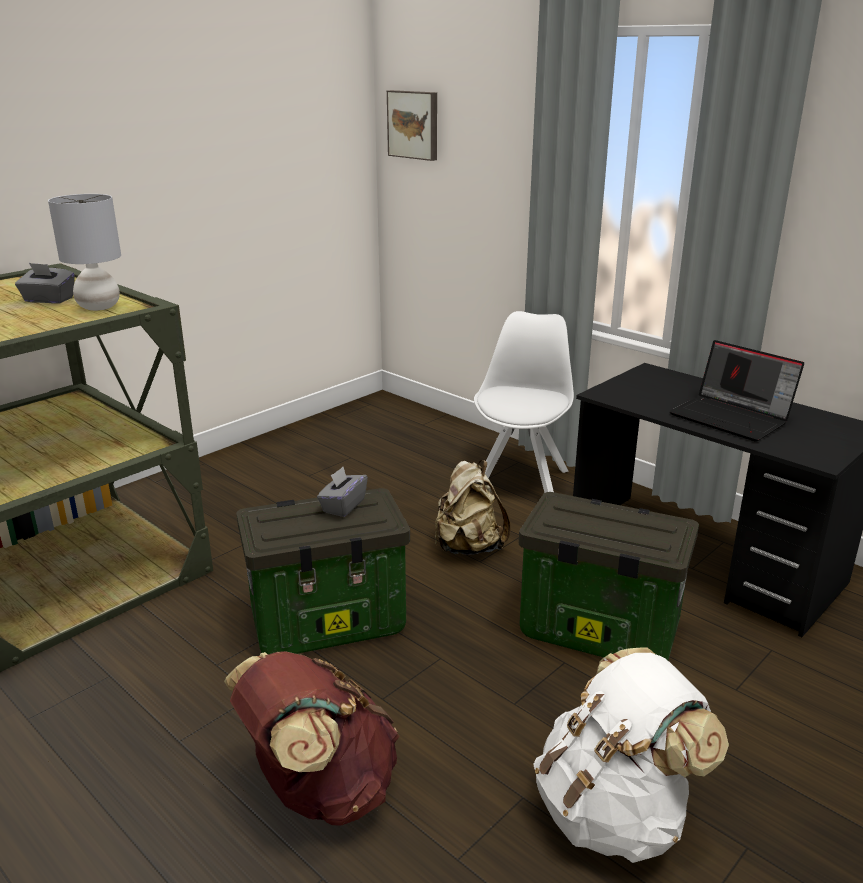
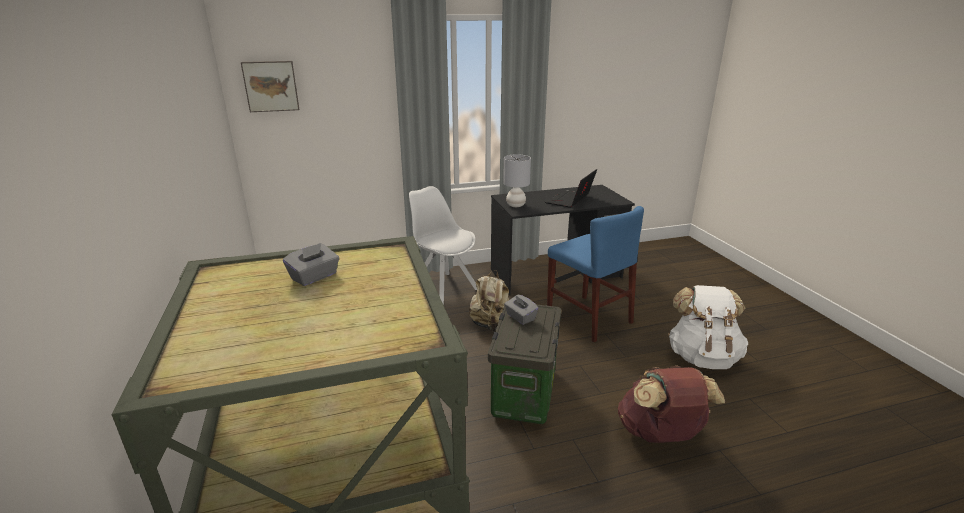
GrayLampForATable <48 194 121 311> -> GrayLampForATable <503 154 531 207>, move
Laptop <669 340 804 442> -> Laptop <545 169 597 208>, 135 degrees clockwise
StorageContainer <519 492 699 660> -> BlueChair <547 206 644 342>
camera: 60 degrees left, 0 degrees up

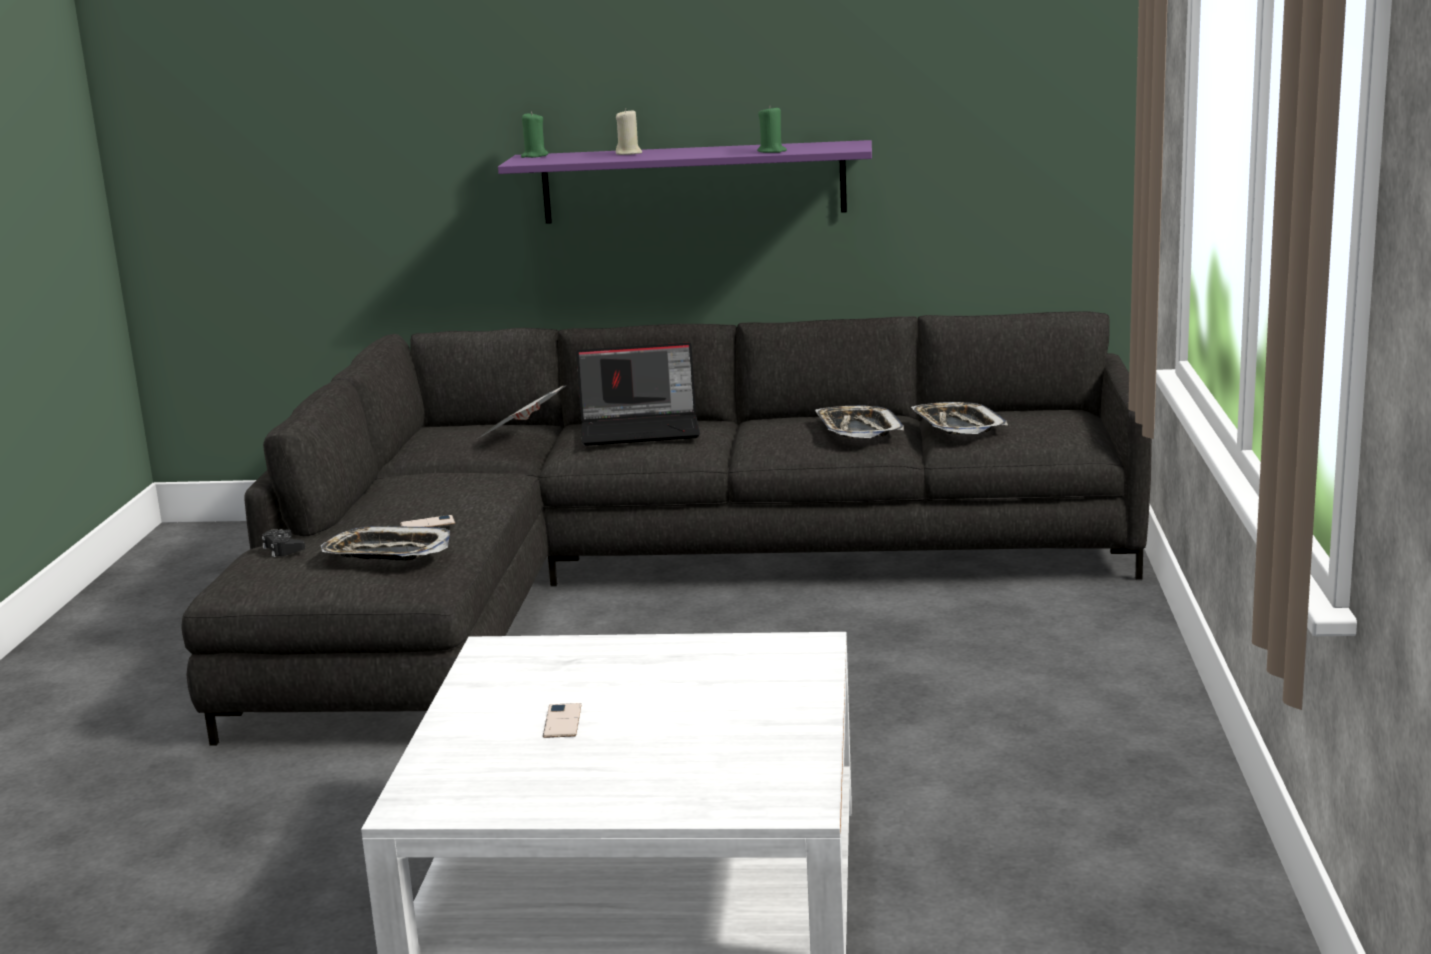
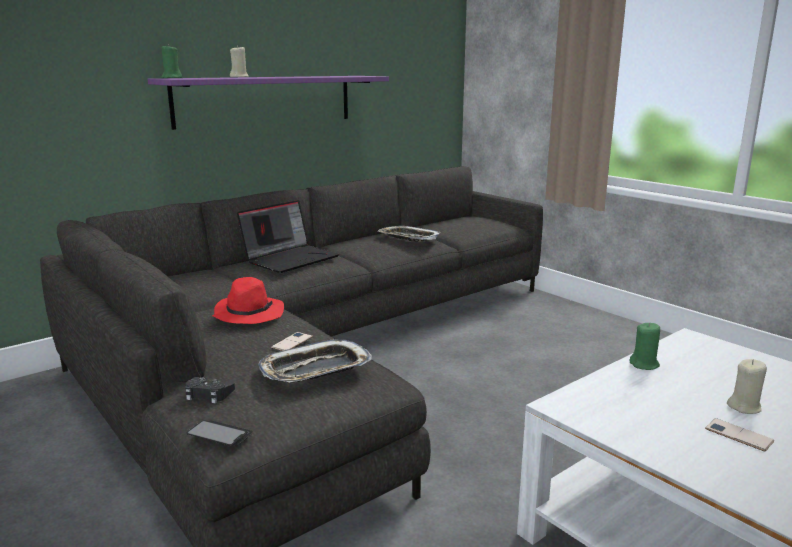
GreenColouredCandle <757 105 787 153> -> GreenColouredCandle <629 322 660 370>, move
PrintedPaper <476 385 565 439> -> none
CarryingTray <911 402 1008 435> -> none
none -> RedWearableHat <212 277 284 324>
none -> SandColouredCandle <727 359 767 414>
none -> Handset <187 420 253 446>
camera: 45 degrees left, 0 degrees up

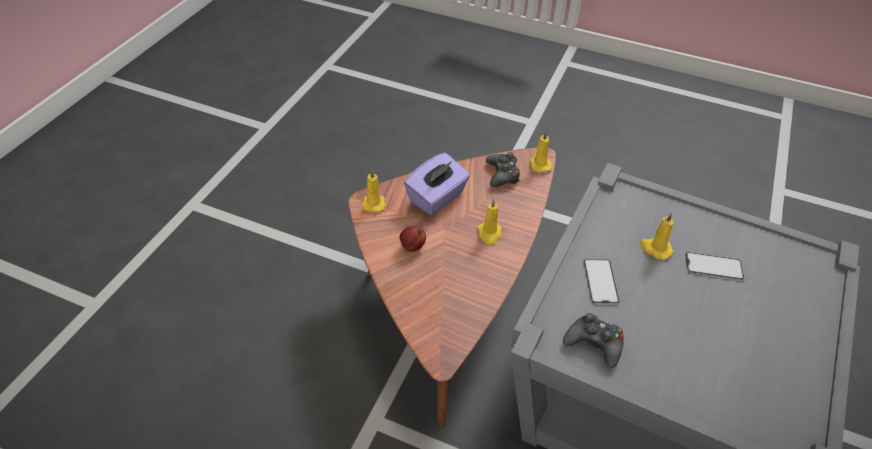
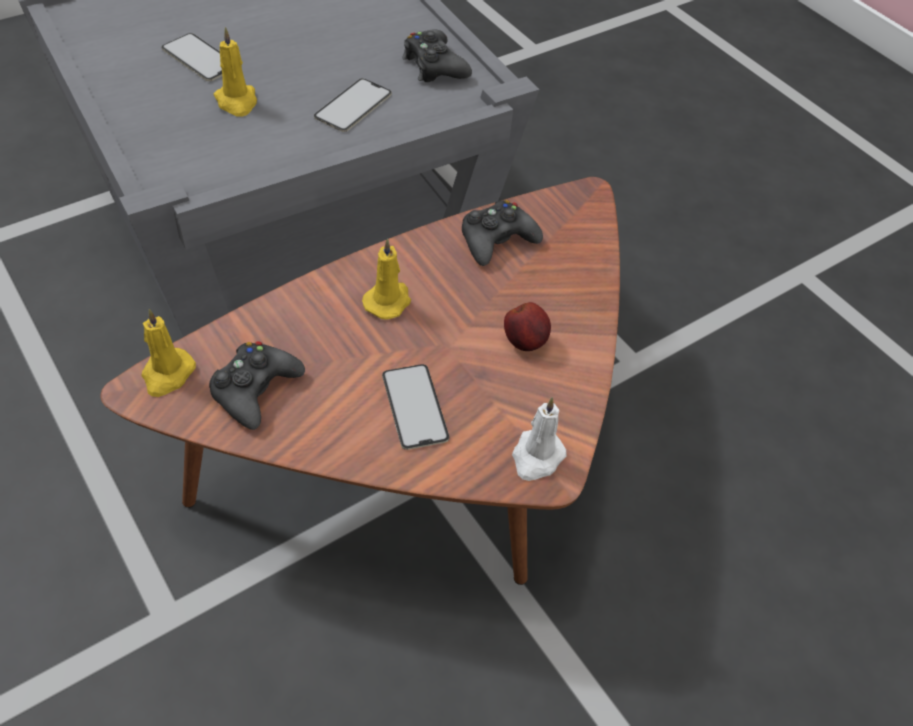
PurpleTissueBox <404 153 470 215> -> Handset <382 364 449 450>
YellowColouredCandle <362 170 386 212> -> WhiteColouredCandle <512 397 566 481>
none -> BlackGameController <462 200 543 266>
camera: 150 degrees left, 5 degrees up

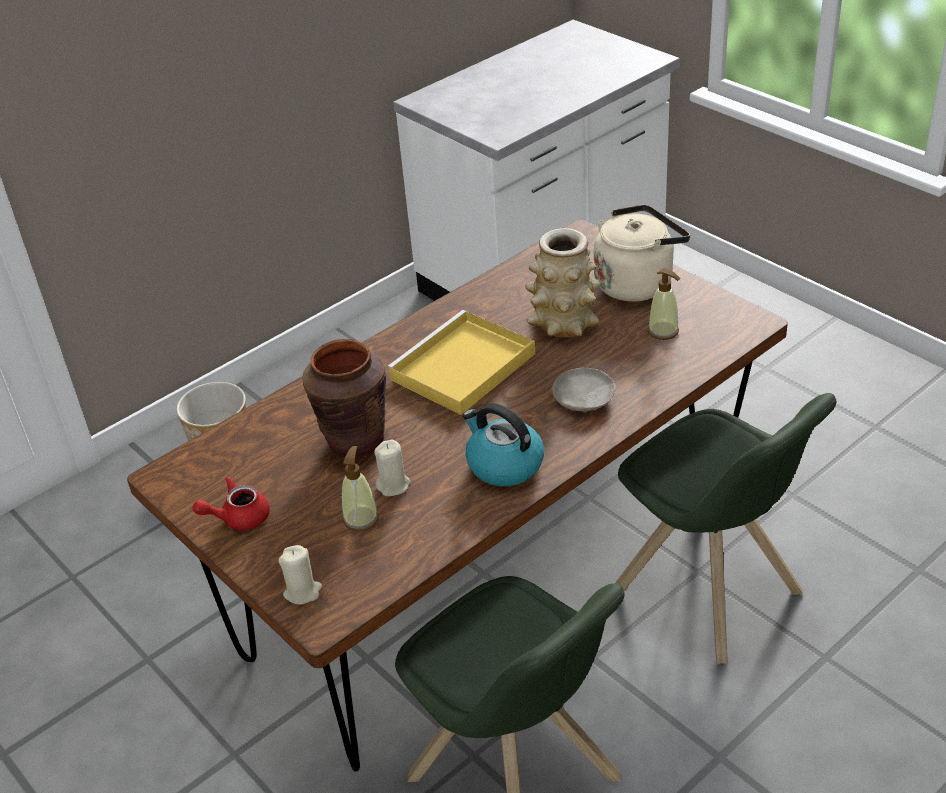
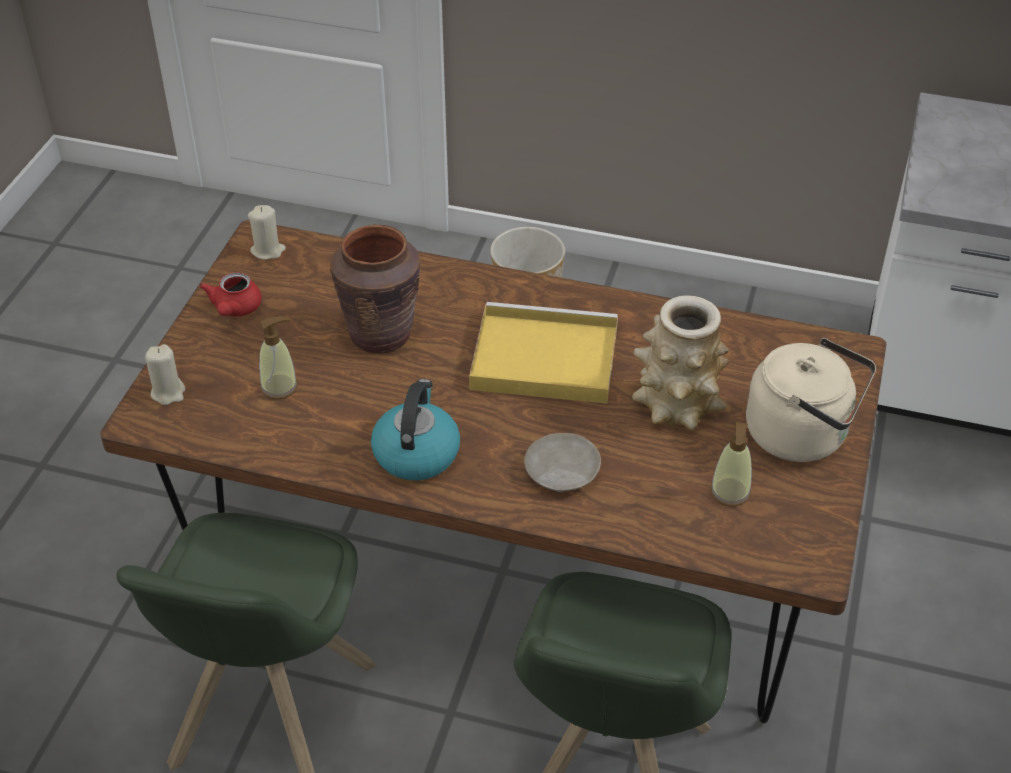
SandColouredCandle <374 440 410 496> -> SandColouredCandle <248 205 286 260>, move
RedPotForTea <192 477 270 530> -> RedPotForTea <200 272 262 316>, 120 degrees counterclockwise
camera: 55 degrees right, 5 degrees up

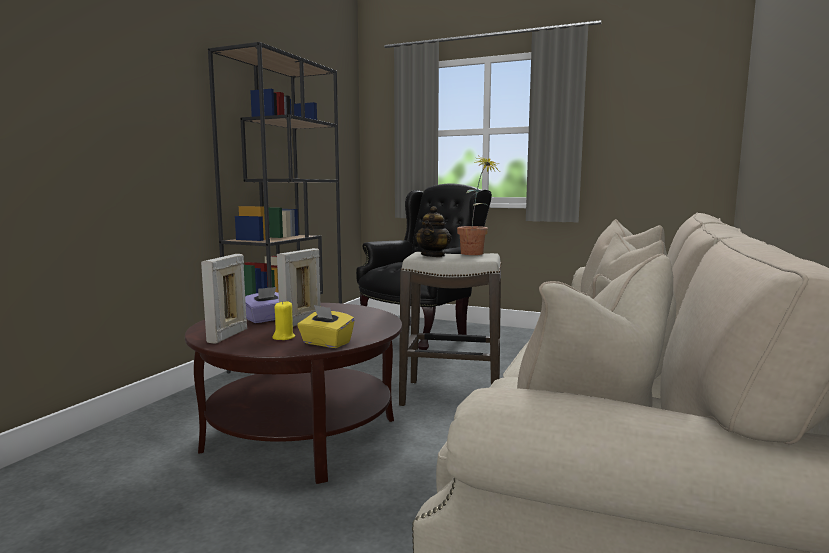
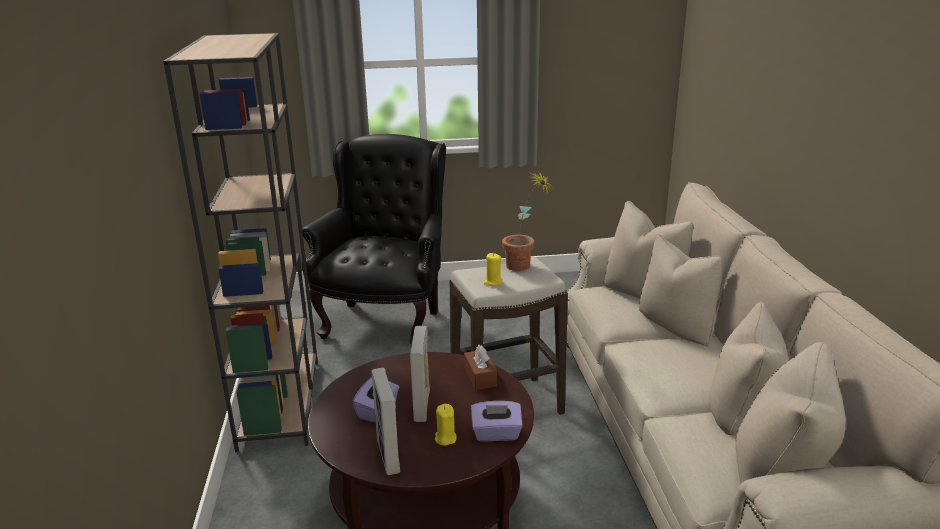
PotForTea <415 206 452 257> -> YellowColouredCandle <484 253 503 286>
YellowColouredTissueBox <297 305 355 348> -> PurpleTissueBox <471 401 523 442>
none -> BrownColouredTissueBox <464 344 497 390>
camera: 30 degrees left, 15 degrees up

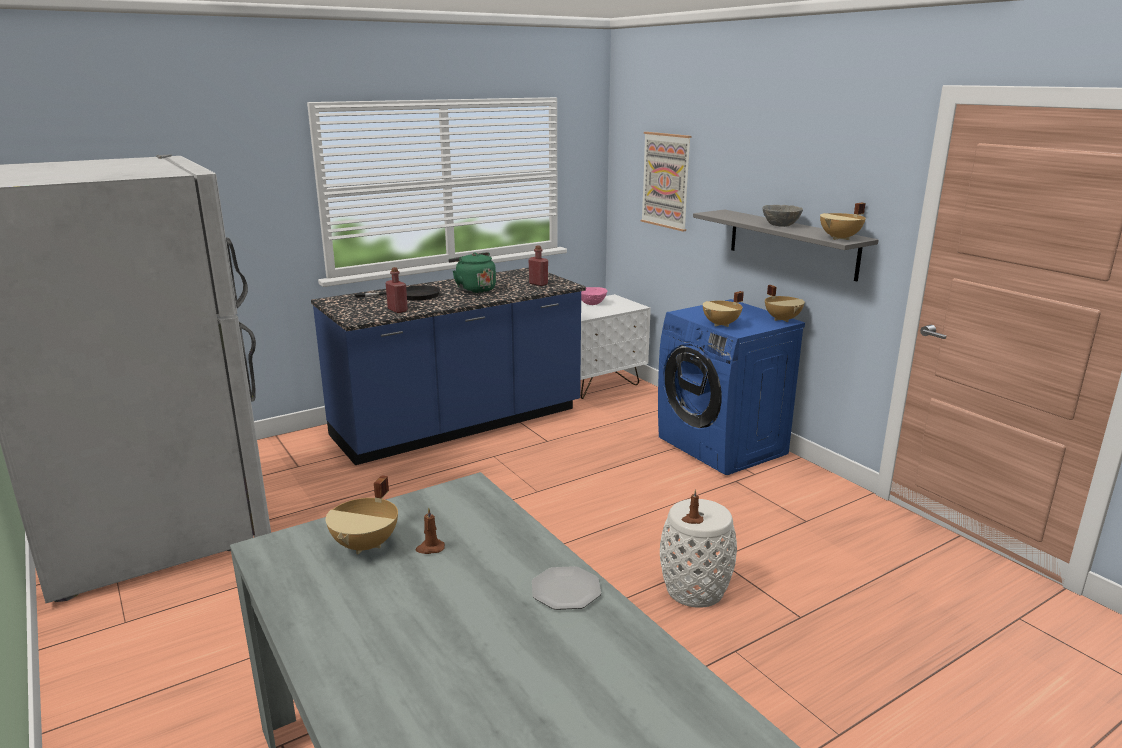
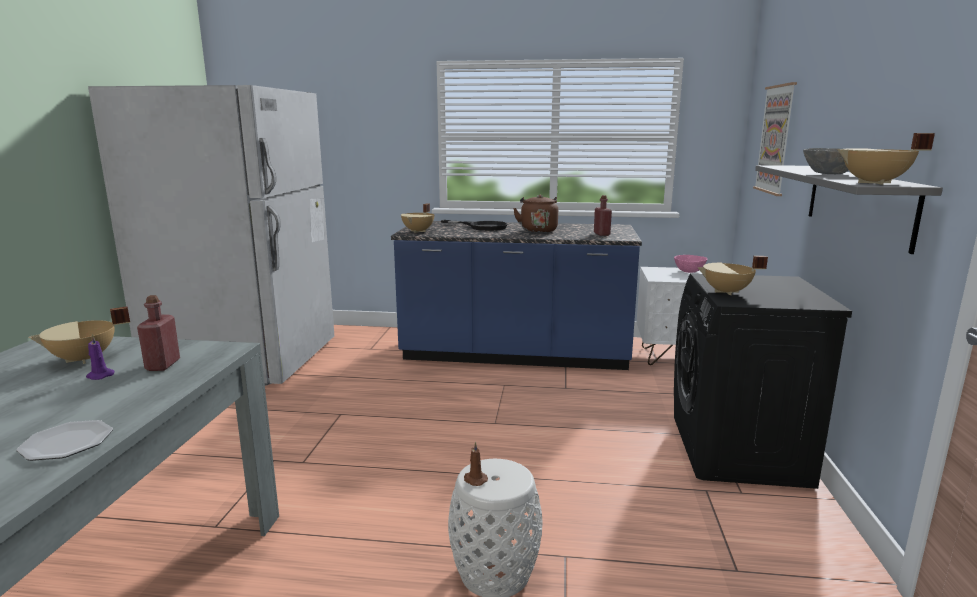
GreenColouredTeaKettle <448 252 496 293> -> BrownColouredTeaKettle <513 195 558 233>
RedBottle <386 267 408 313> -> RedBottle <137 295 180 371>, move
SandColouredSaucepot <765 285 805 322> -> SandColouredSaucepot <401 203 435 233>, move
BlueLaundryAppliance <658 299 805 475> -> BlackLaundryAppliance <674 273 852 489>
BrownColouredCandle <416 507 445 554> -> PurpleCandle <86 334 115 380>
camera: 40 degrees right, 5 degrees down

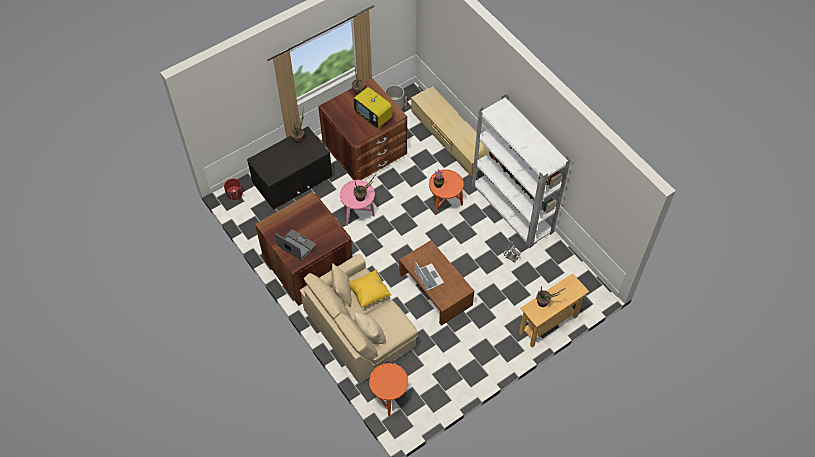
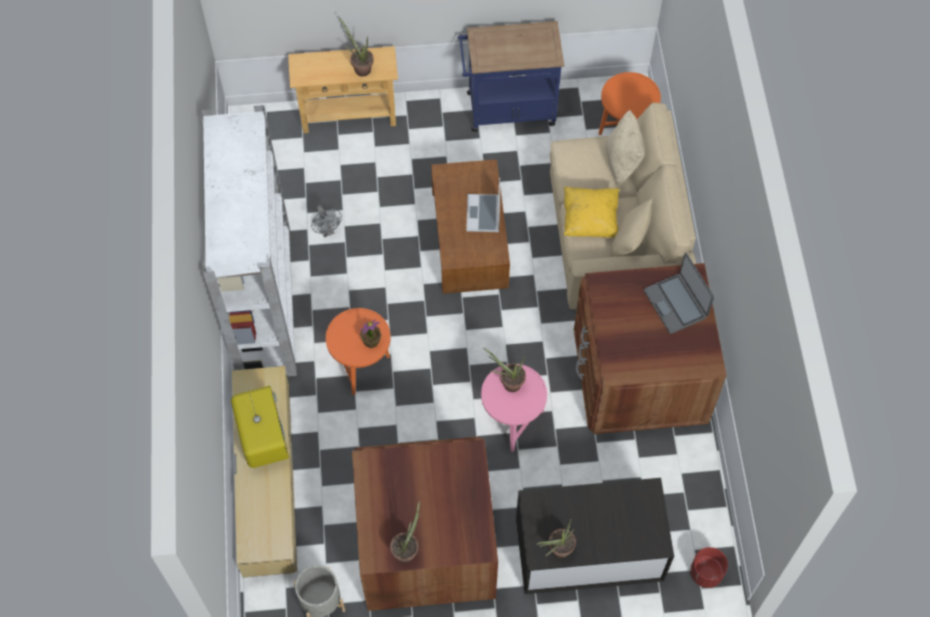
Television <353 87 392 128> -> Television <231 386 289 468>, move
none -> BlueWheeledCart <458 21 564 132>
camera: 150 degrees left, 5 degrees up

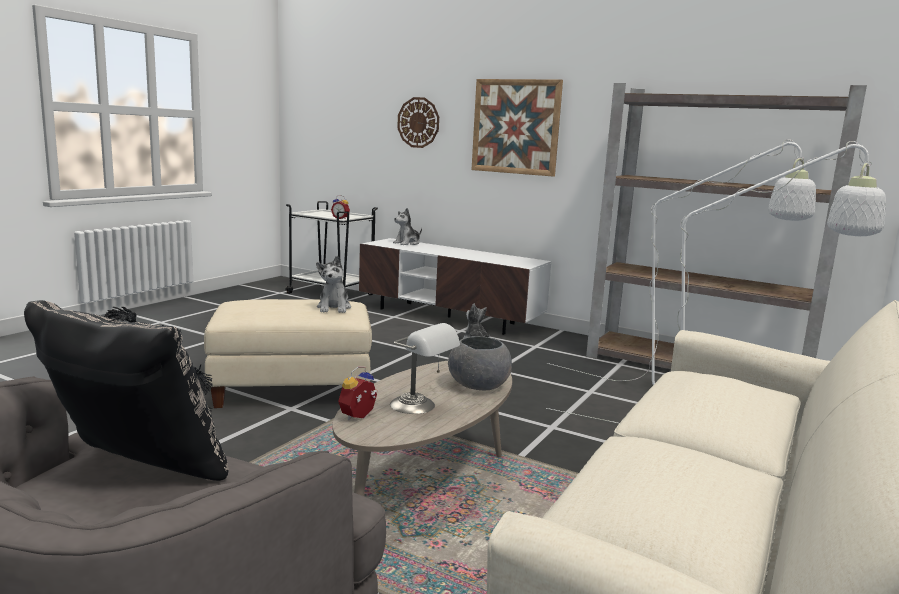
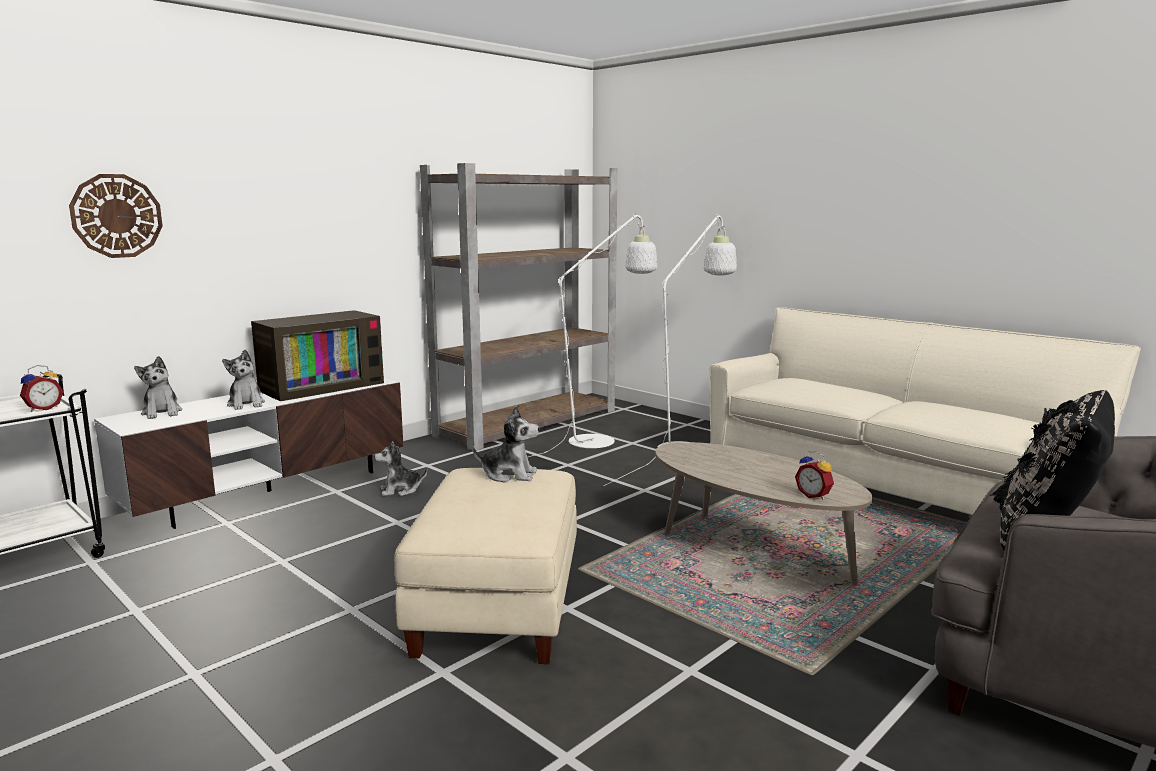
WallArt <472 79 563 177> -> none
WhiteColouredLampForATable <390 323 460 414> -> none
GrayServingBowl <448 336 512 390> -> none
none -> Television <251 310 384 401>
none -> PlushToy <222 350 265 410>
camera: 75 degrees left, 0 degrees up

